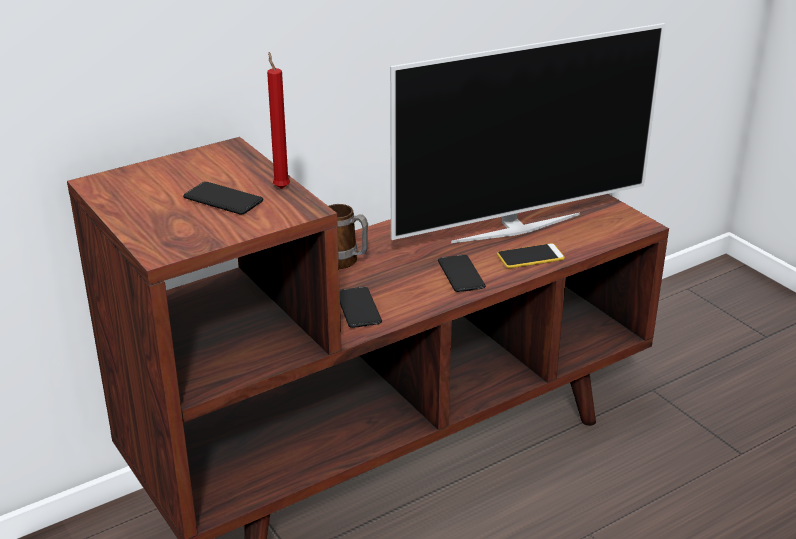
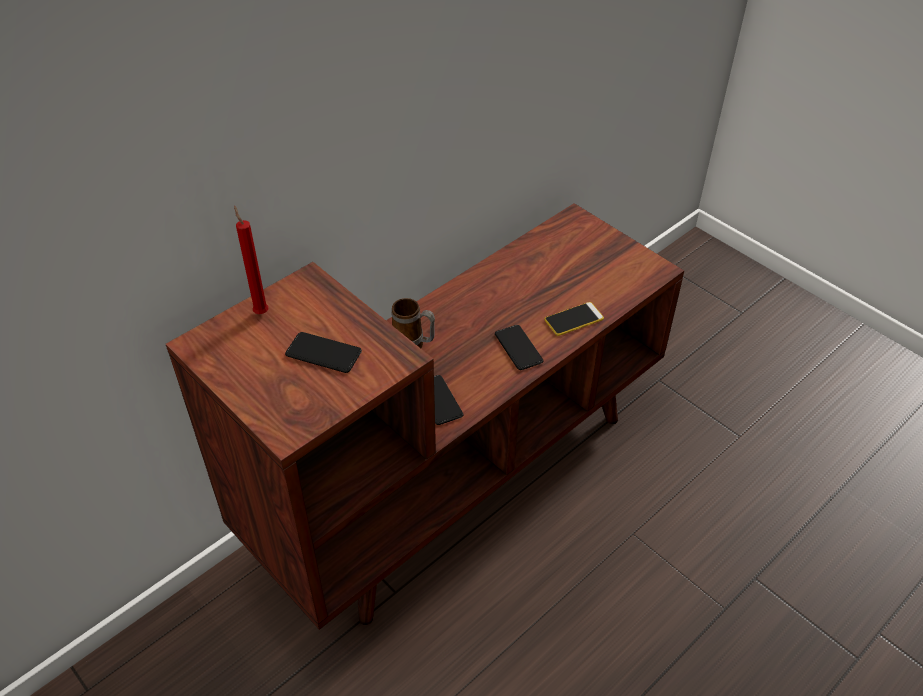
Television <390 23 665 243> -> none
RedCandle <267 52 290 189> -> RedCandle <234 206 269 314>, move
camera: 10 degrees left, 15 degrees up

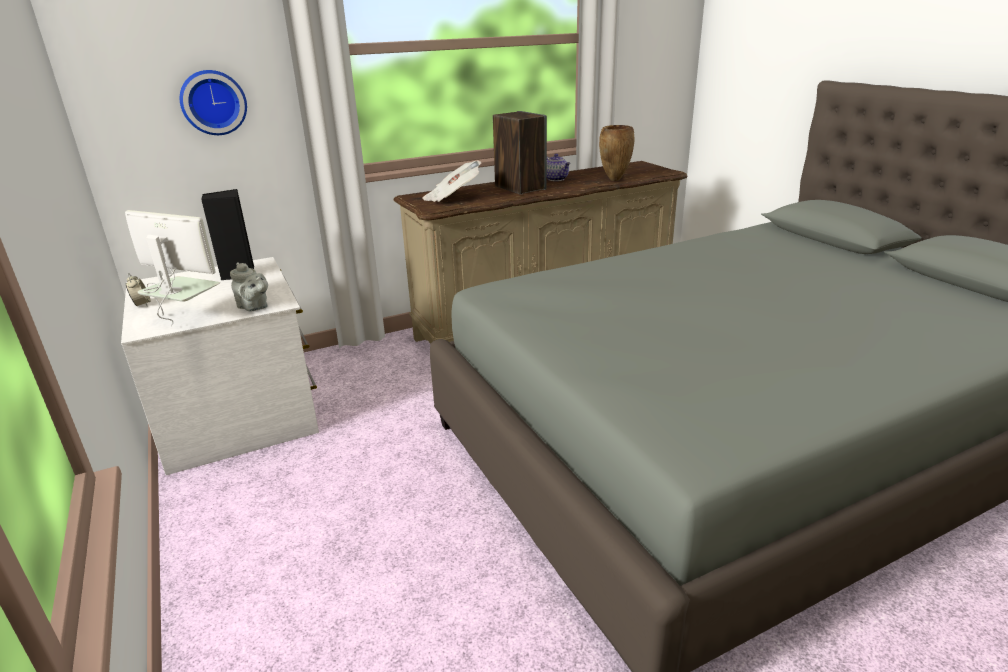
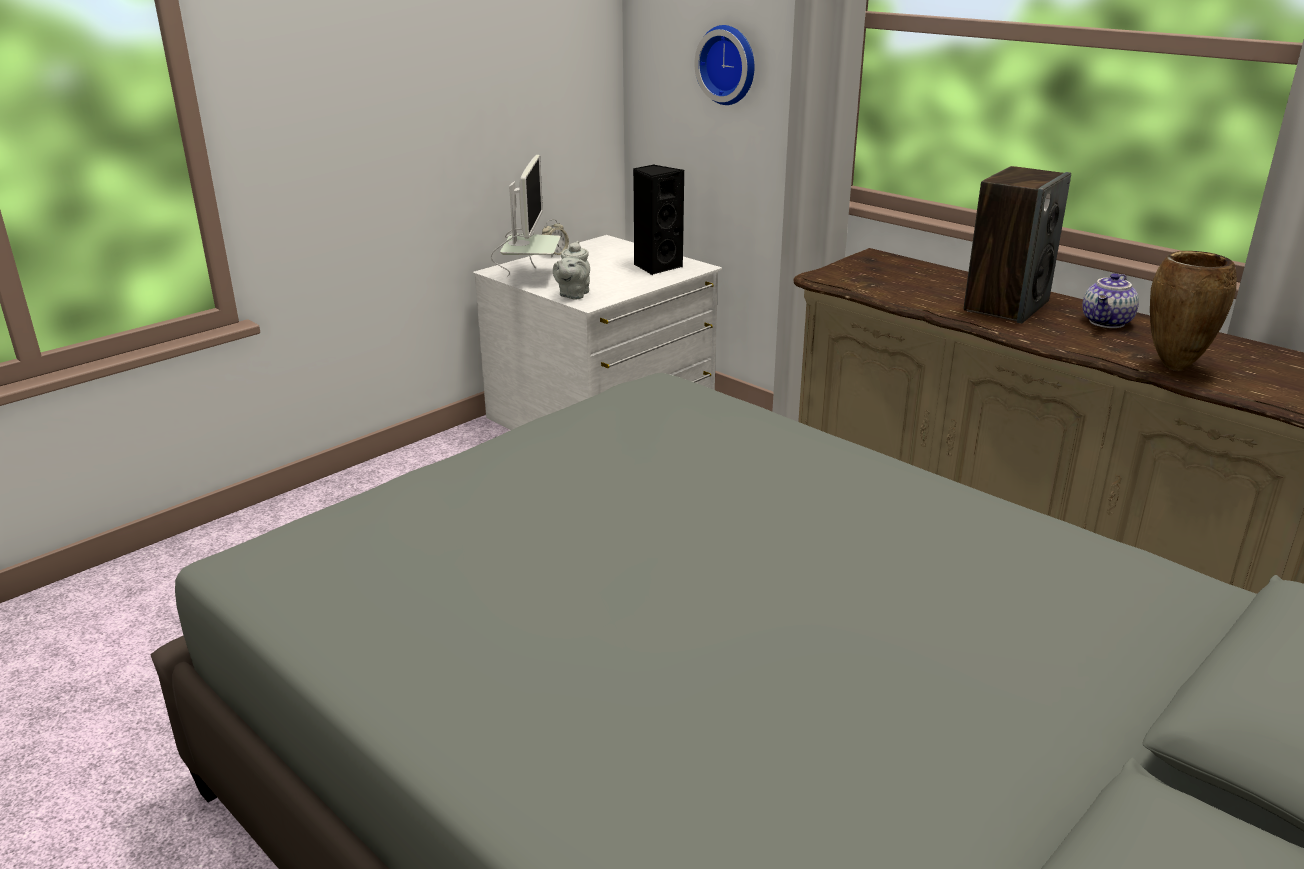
PrintedPaper <422 161 482 202> -> none
camera: 70 degrees right, 0 degrees up

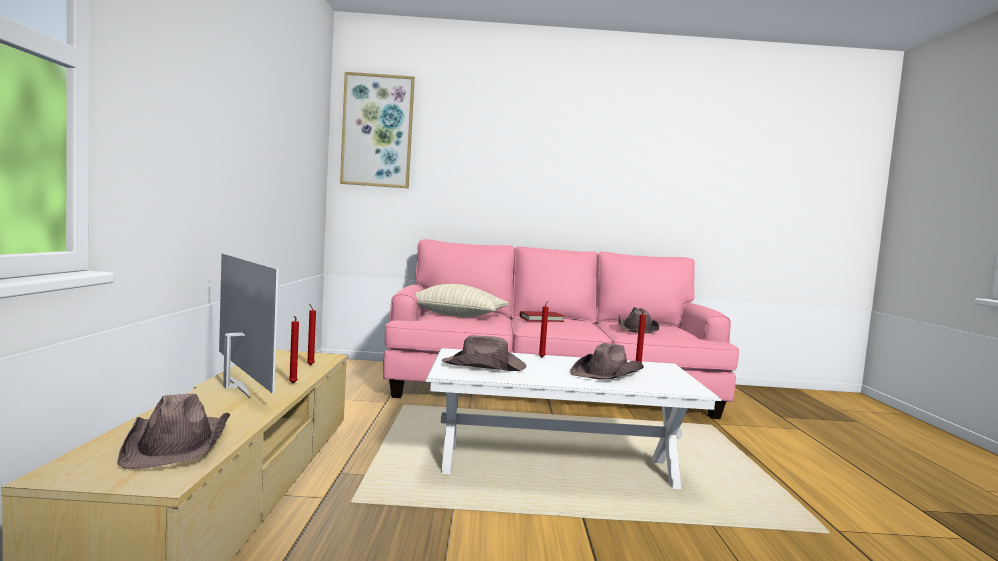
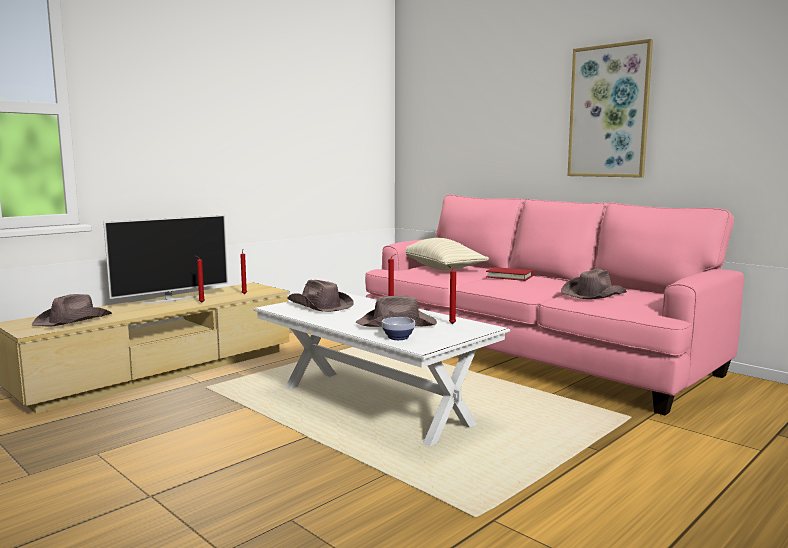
WallArt <340 72 415 188> -> WallArt <568 39 653 178>, move
Television <219 253 279 398> -> Television <103 215 228 305>, 45 degrees clockwise
none -> ServingBowl <382 317 415 340>
camera: 45 degrees right, 5 degrees up

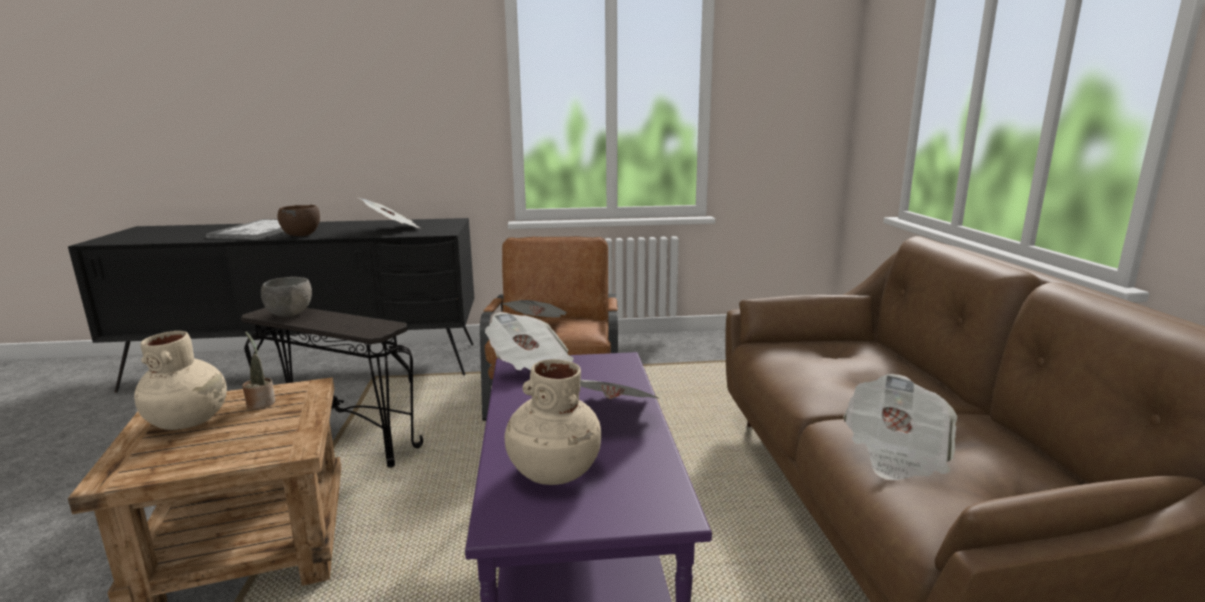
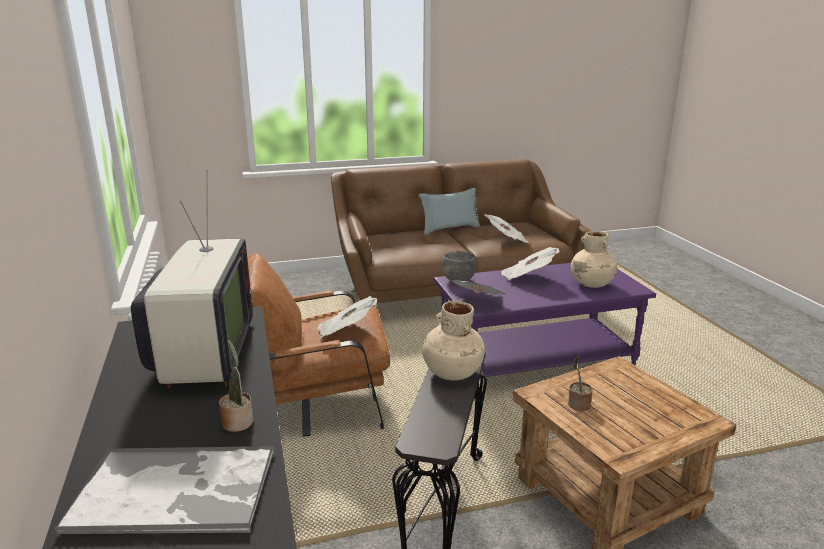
PrintedPaper <359 198 422 229> -> Television <131 170 253 389>
BrownColouredServingBowl <277 205 320 236> -> Houseplant <219 340 253 432>
GrayServingBowl <261 277 312 317> -> GrayServingBowl <441 251 477 281>, move
SandColouredFlowerVase <134 331 227 430> -> SandColouredFlowerVase <422 301 485 380>, move
none -> BlueCushion <419 187 480 235>
camera: 100 degrees left, 5 degrees up

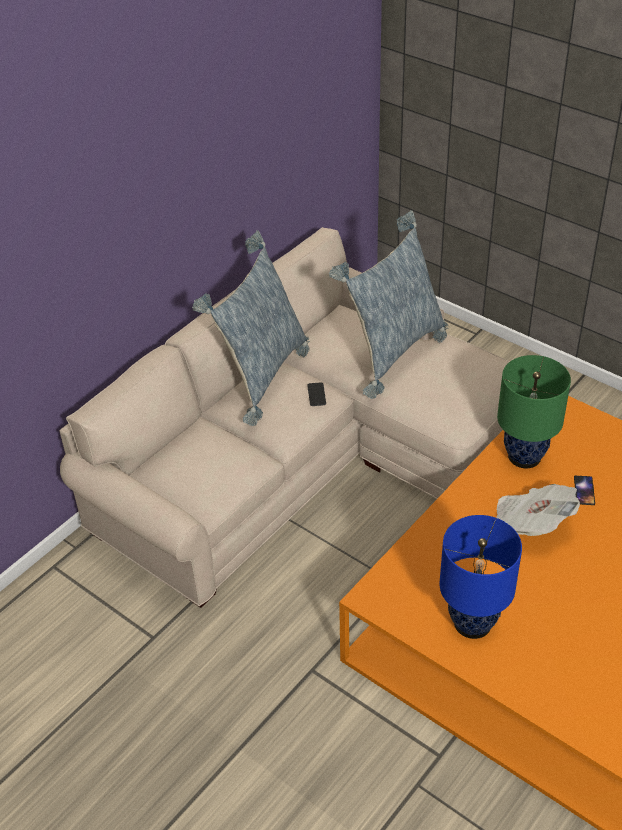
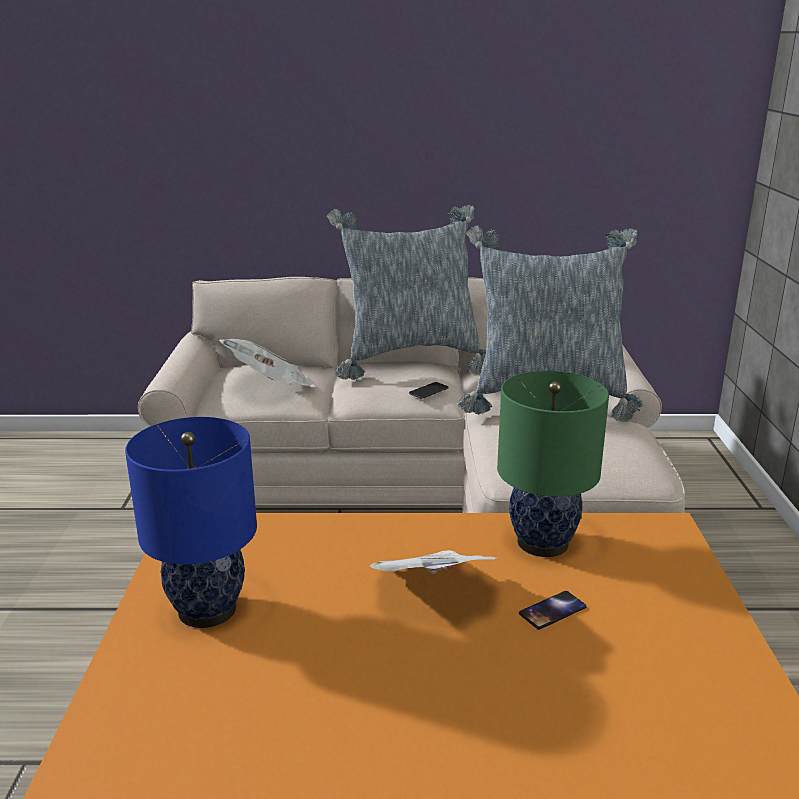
none -> PrintedPaper <219 339 316 387>
camera: 50 degrees right, 20 degrees down

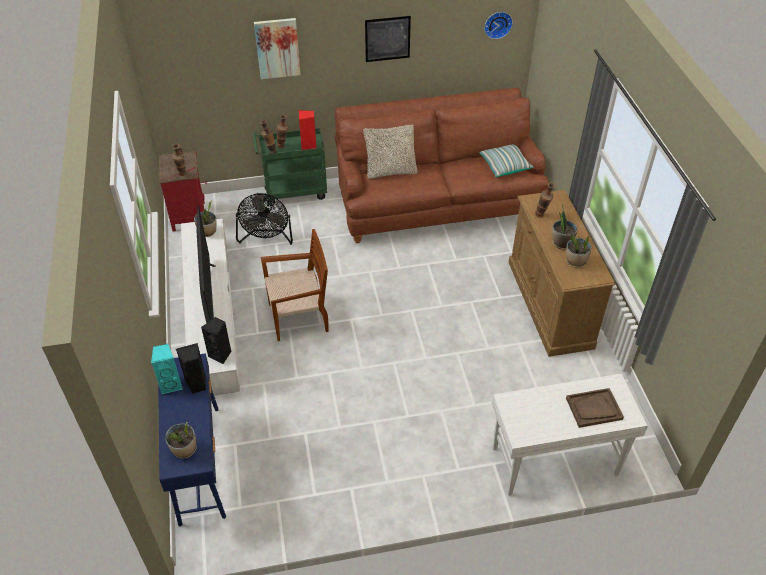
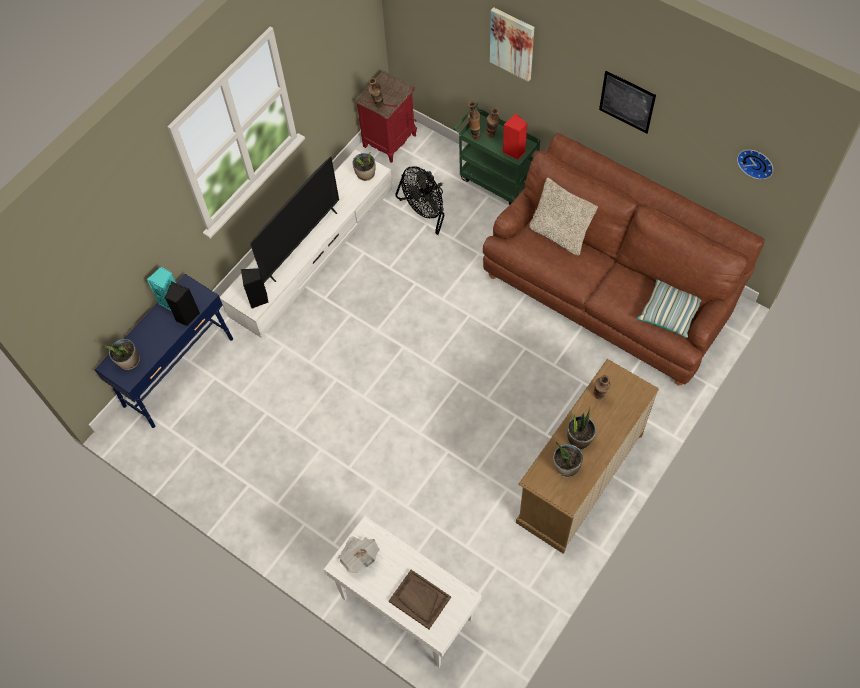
BrownColouredEasyChair <261 229 329 341> -> none
none -> PrintedPaper <338 536 379 573>
camera: 50 degrees right, 15 degrees up

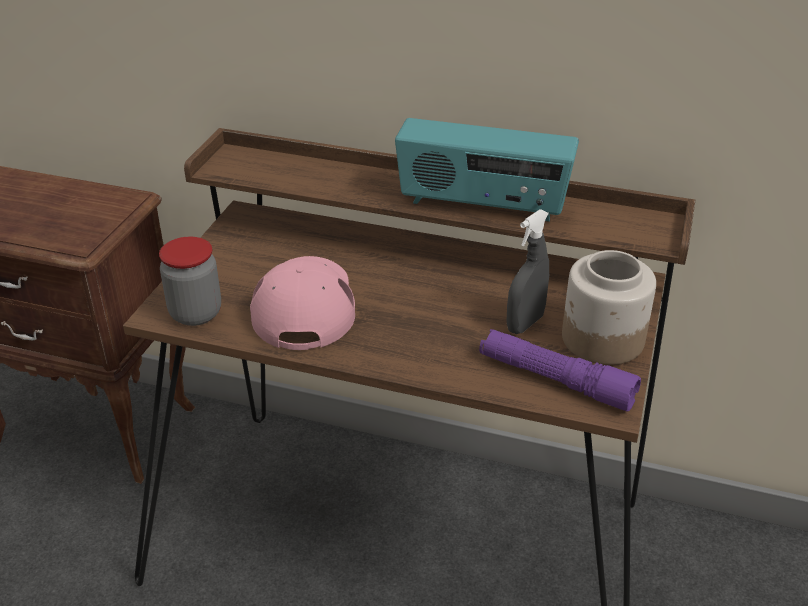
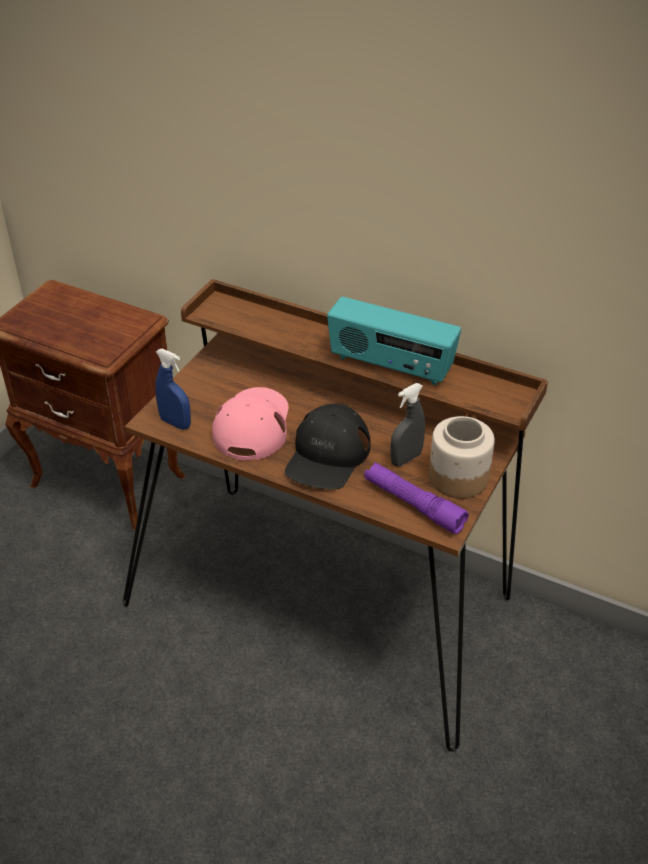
StorageJar <159 237 221 326> -> BlueSprayBottle <155 349 191 430>
none -> BlackPeakedCap <285 404 371 490>
camera: 10 degrees right, 5 degrees up

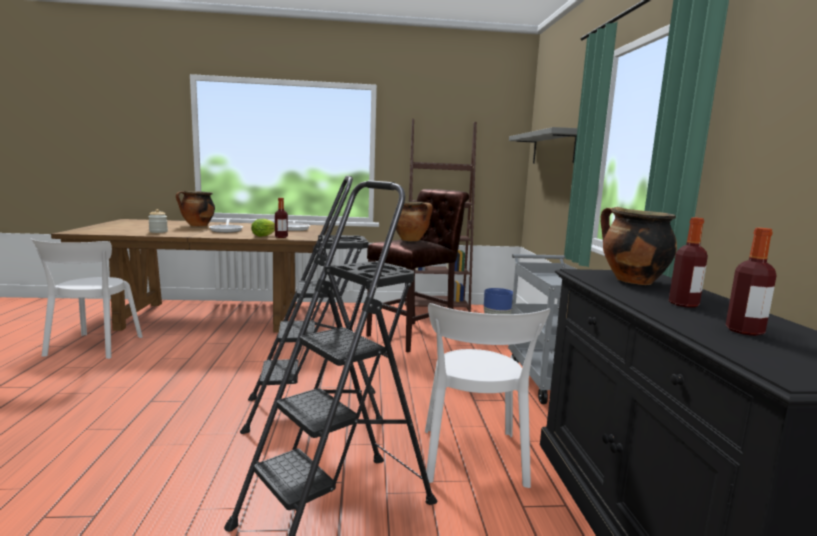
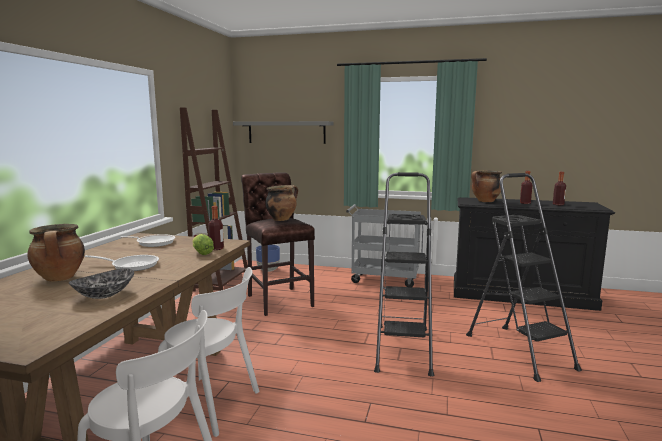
StorageJar <148 209 168 233> -> ServingBowl <69 268 134 299>
WhiteColouredChair <425 303 550 488> -> WhiteColouredChair <158 267 260 437>, move
camera: 70 degrees left, 0 degrees up

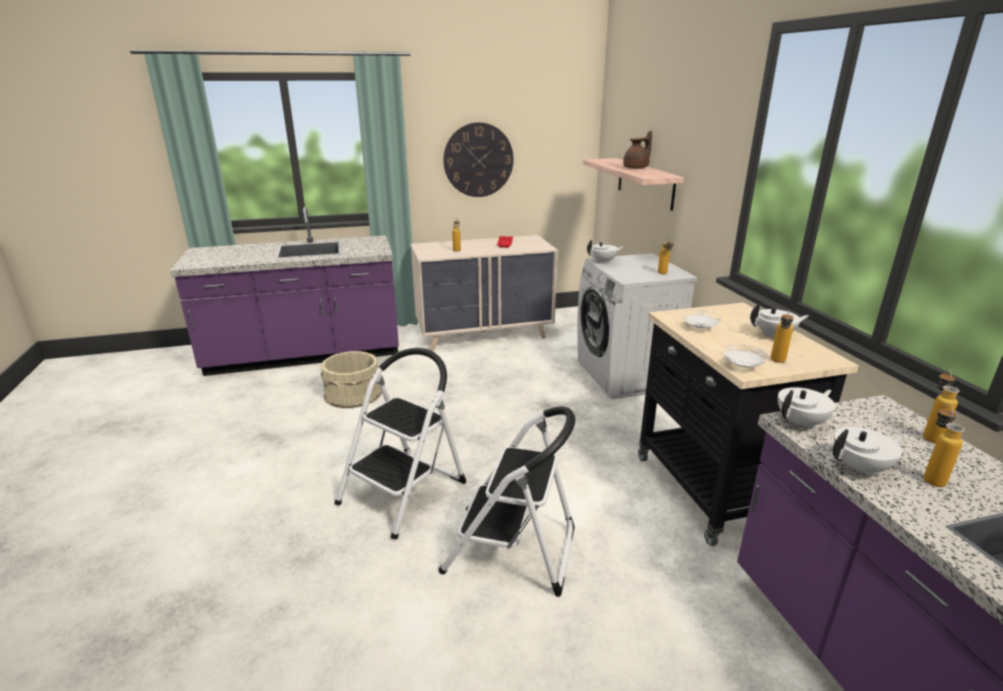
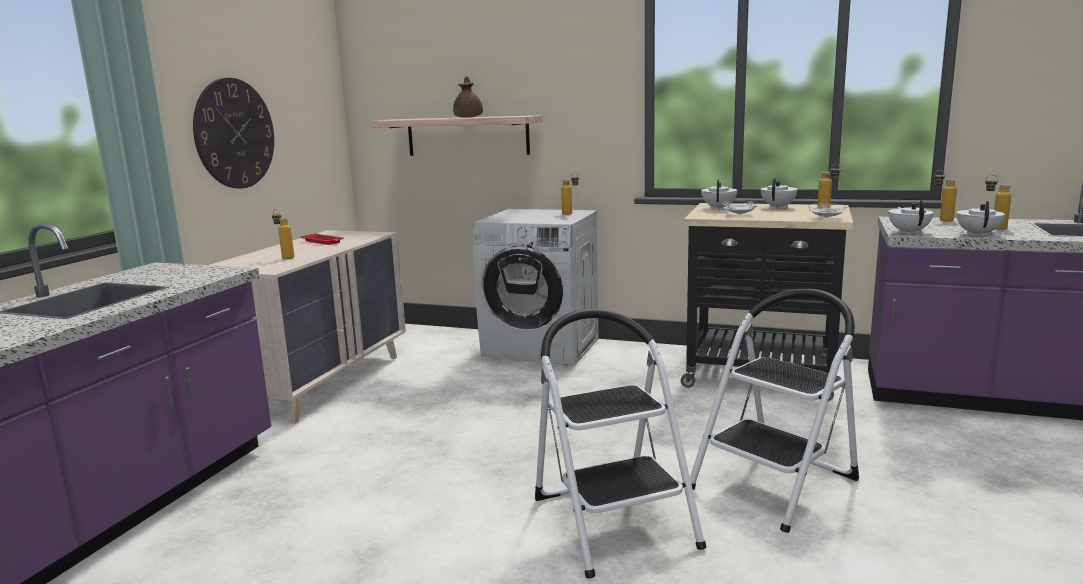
WhiteColouredPotForTea <587 240 624 264> -> WhiteColouredPotForTea <701 179 737 210>, move
SandColouredPail <321 351 382 408> -> none
camera: 55 degrees left, 10 degrees down

